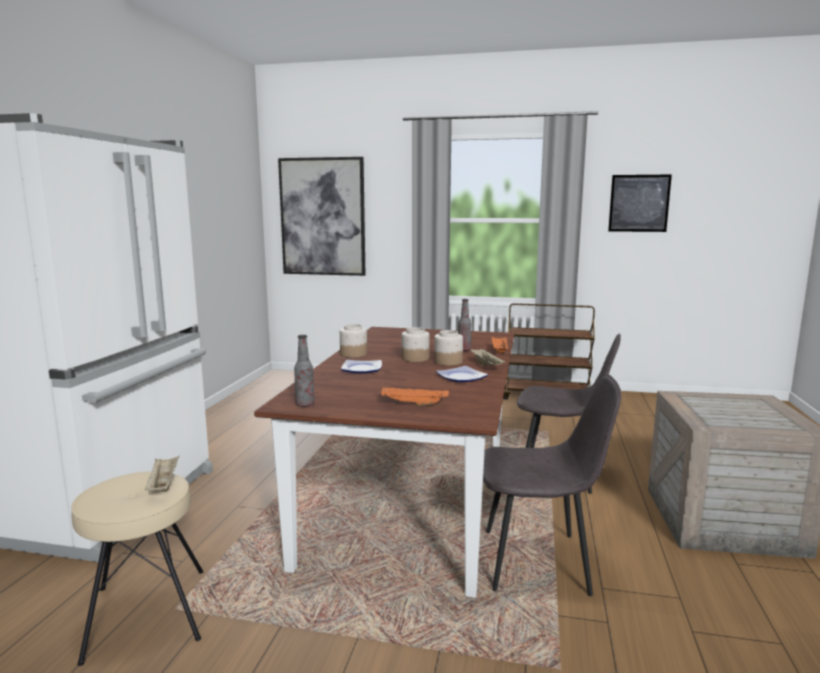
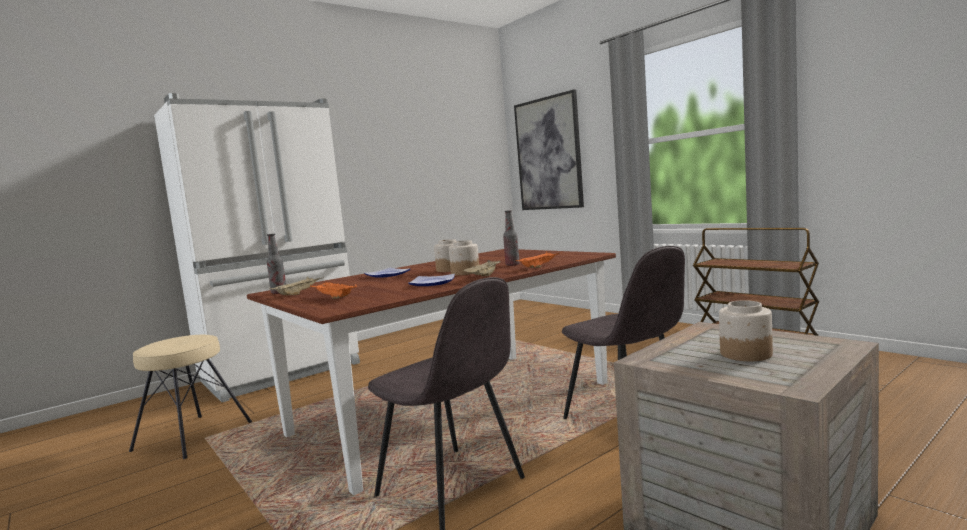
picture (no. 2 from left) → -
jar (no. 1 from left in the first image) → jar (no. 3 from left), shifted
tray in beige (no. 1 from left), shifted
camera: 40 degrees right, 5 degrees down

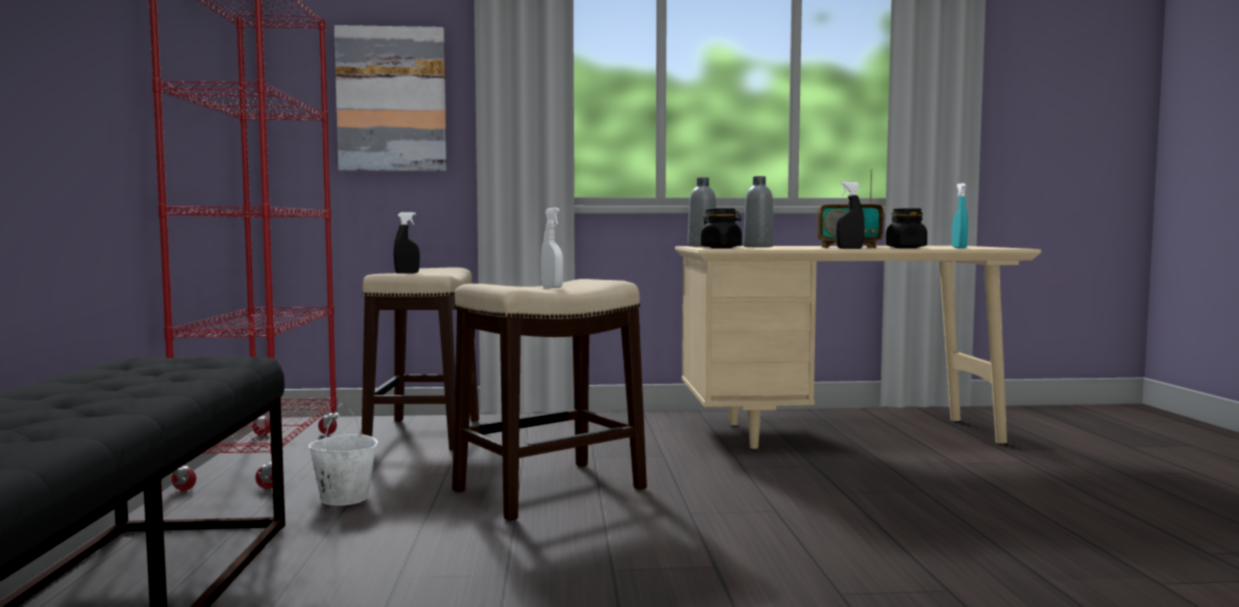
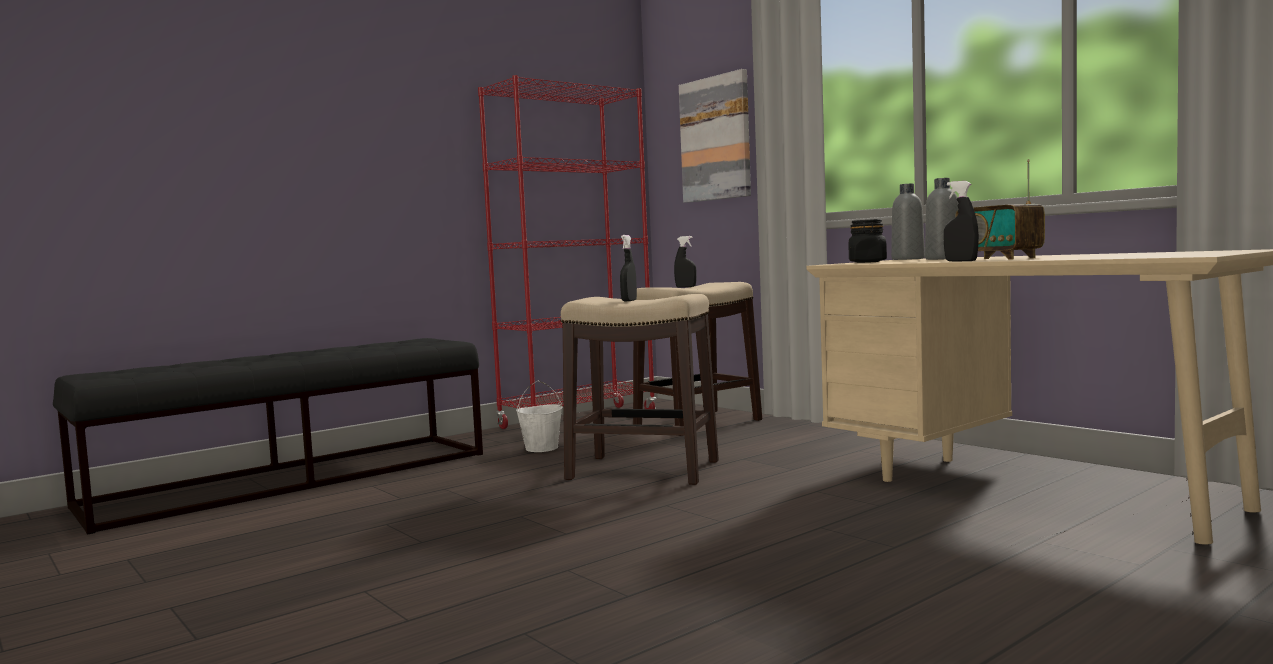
spray bottle in turquoise → -
spray bottle in white → spray bottle in black (no. 1 from left)
jar in black (no. 2 from left) → -
camera: 55 degrees right, 0 degrees up

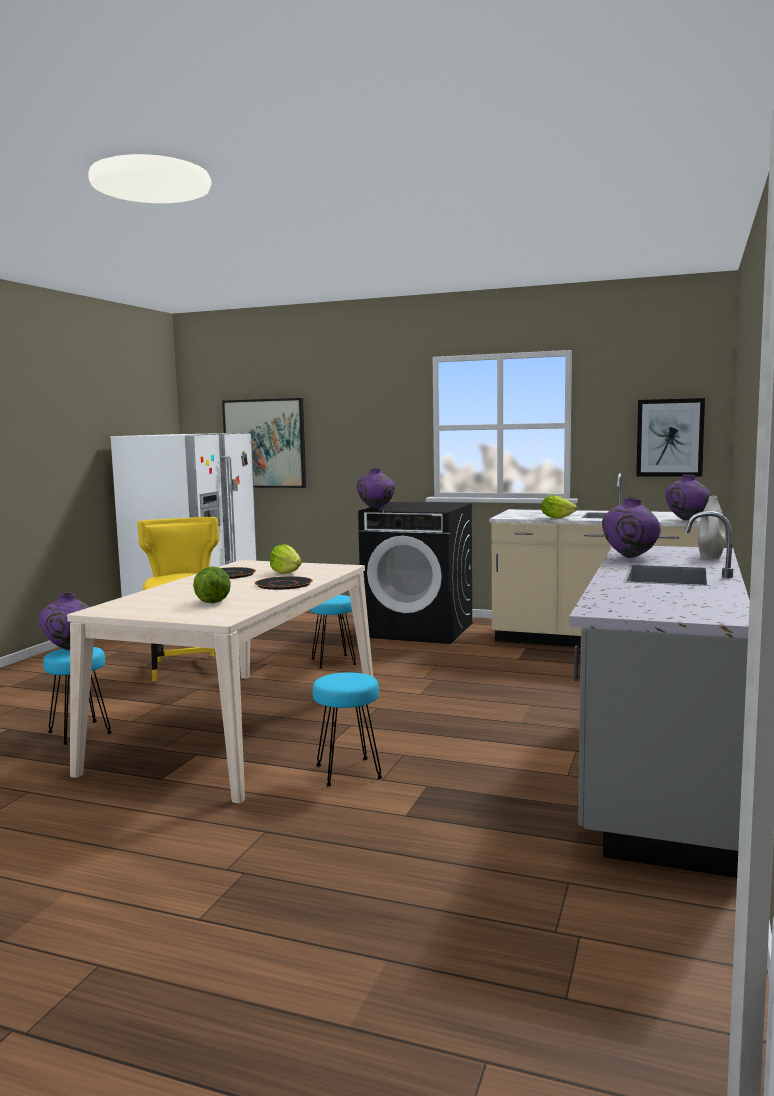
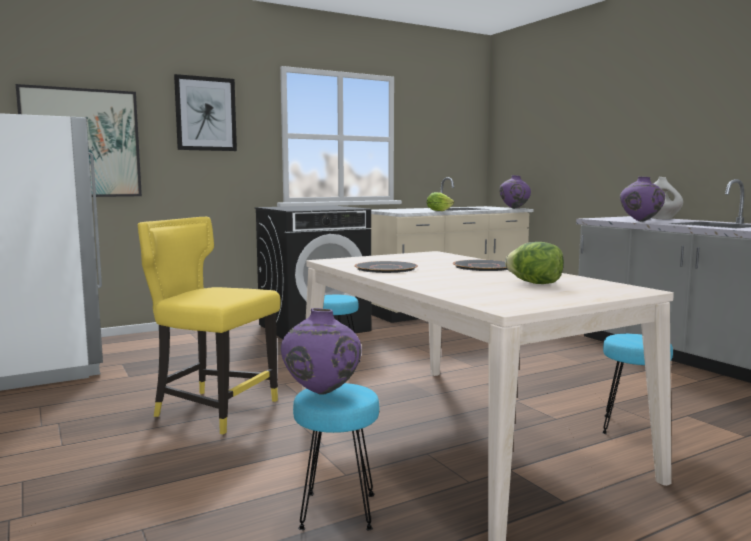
picture (no. 2 from left), shifted
vase in purple (no. 2 from left) → -
lettuce (no. 2 from left) → -
camera: 50 degrees left, 0 degrees up

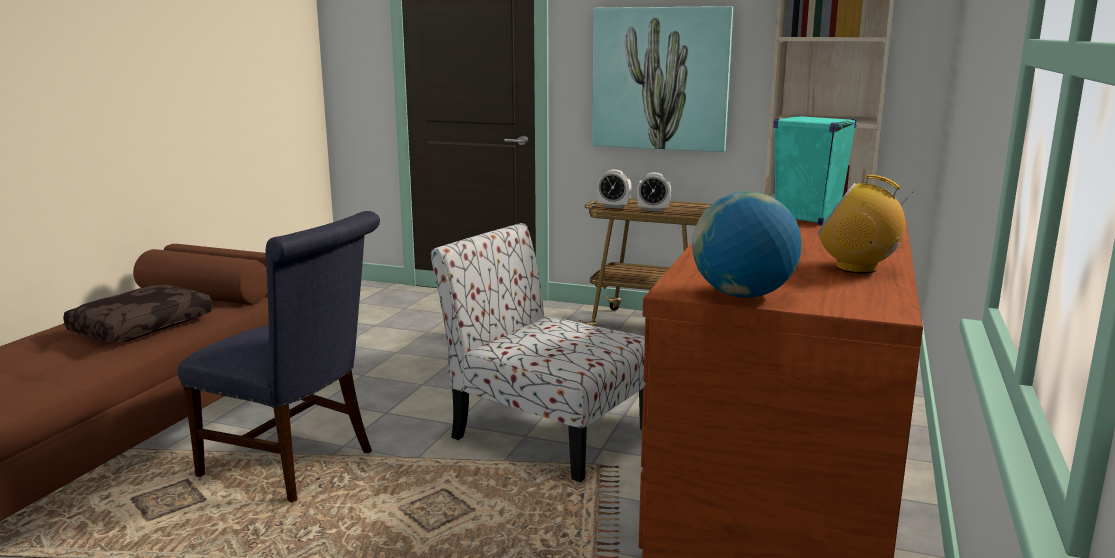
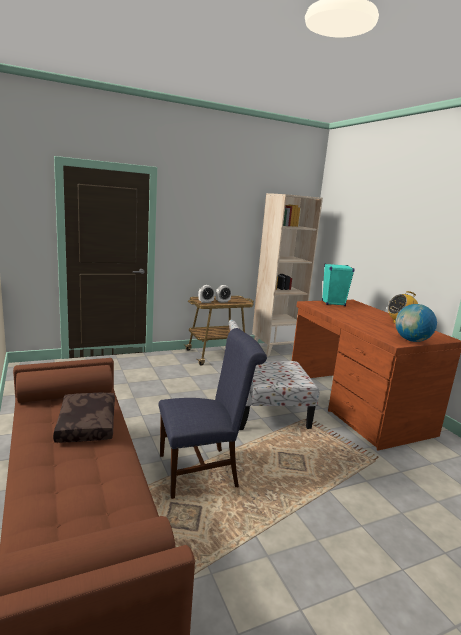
picture → -
camera: 45 degrees left, 0 degrees up

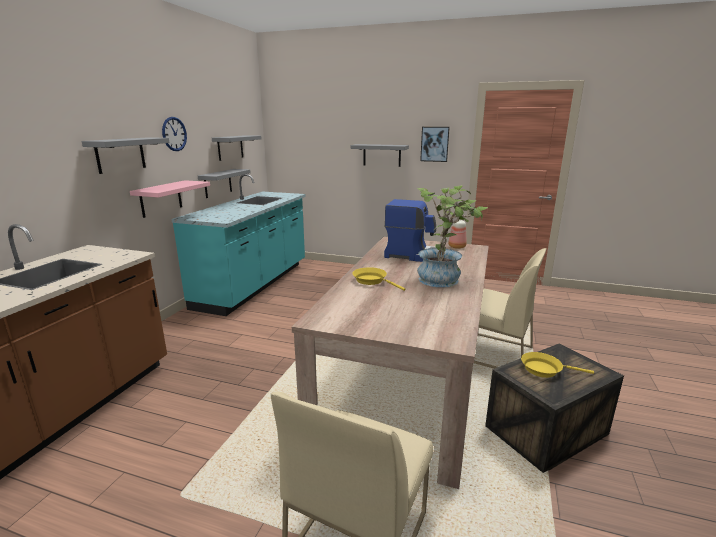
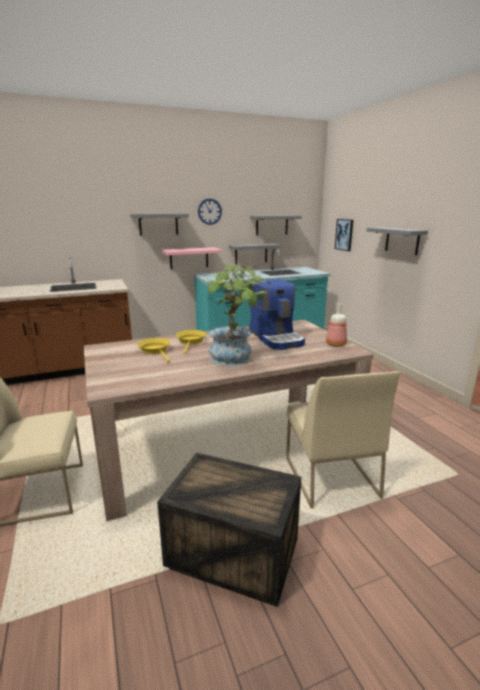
picture, shifted
frying pan in yellow (no. 2 from left in the first image) → frying pan in yellow (no. 1 from left), shifted
camera: 50 degrees right, 0 degrees up

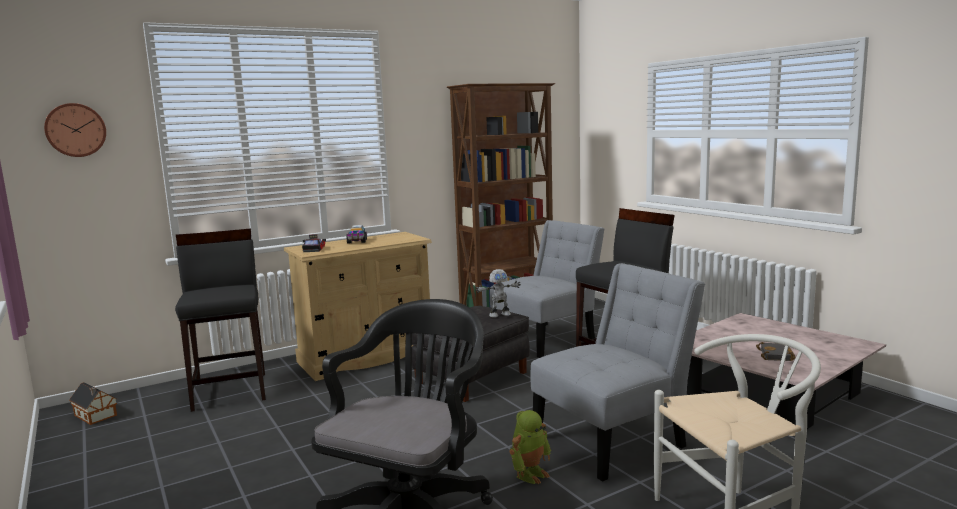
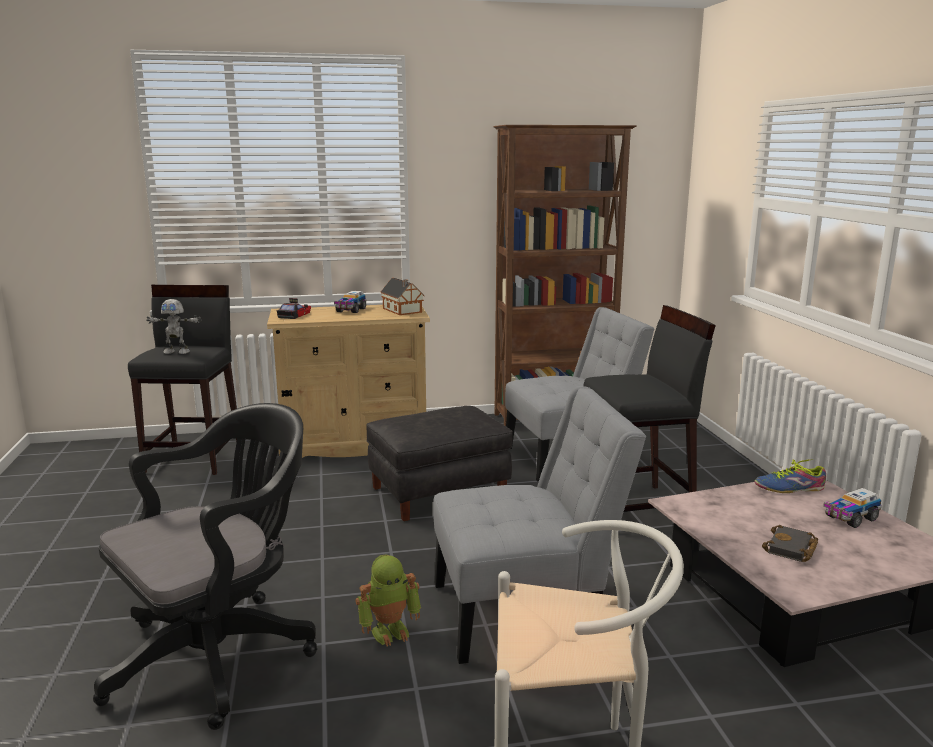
wall clock → -
toy robot (no. 1 from left), shifted
toy house, shifted
- → shoe
- → toy truck (no. 2 from left)
camera: 20 degrees right, 5 degrees up

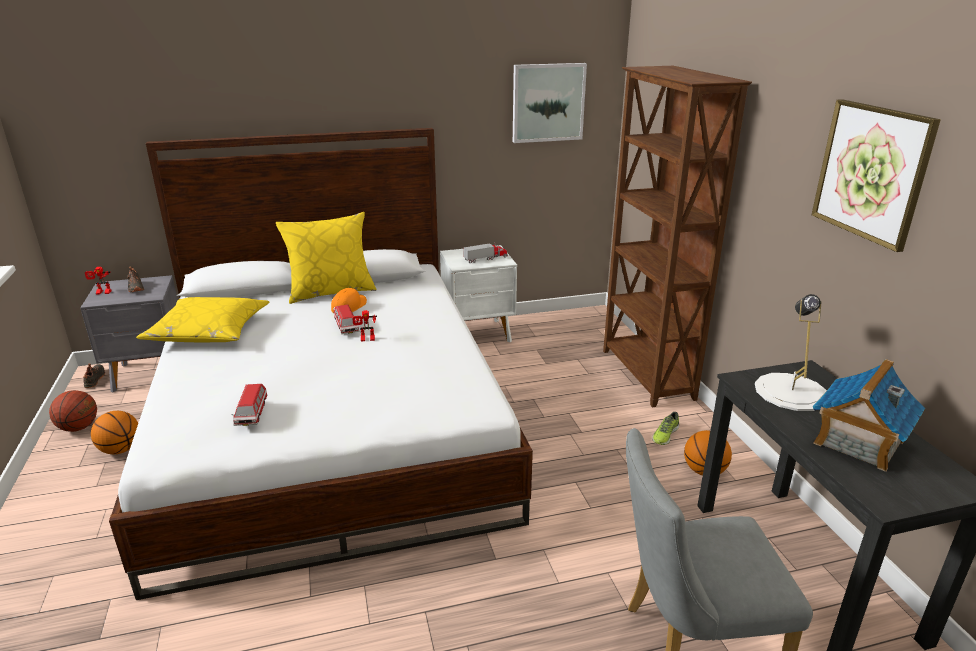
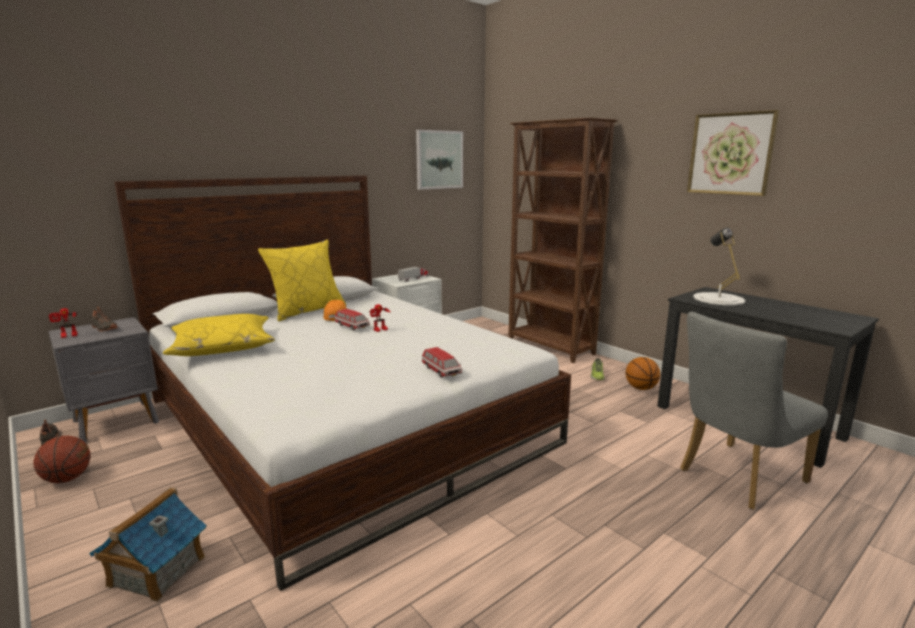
toy house, shifted
toy car (no. 1 from left in the first image) → toy car (no. 2 from left), shifted
basketball (no. 2 from left) → -
camera: 25 degrees left, 10 degrees down

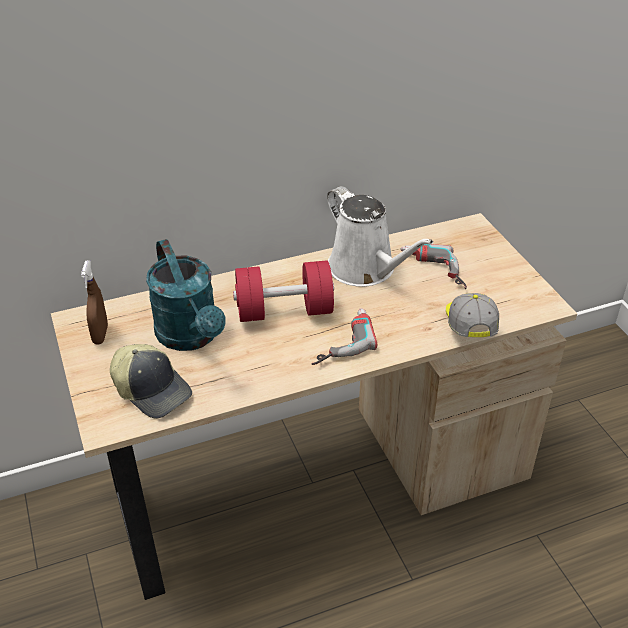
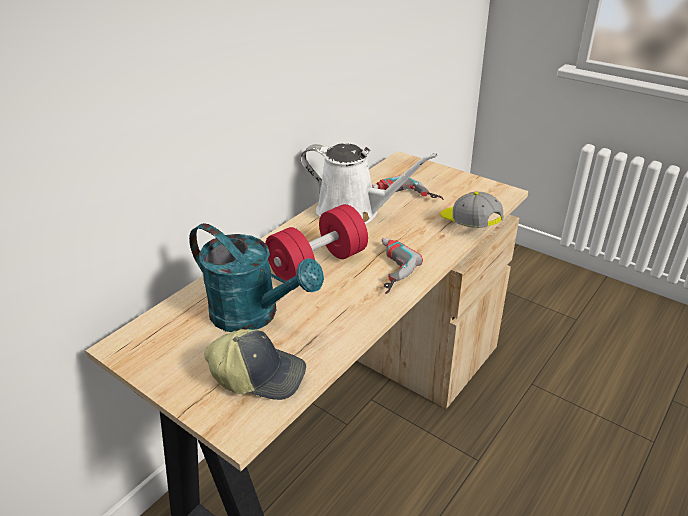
spray bottle in brown → -
camera: 30 degrees left, 5 degrees down

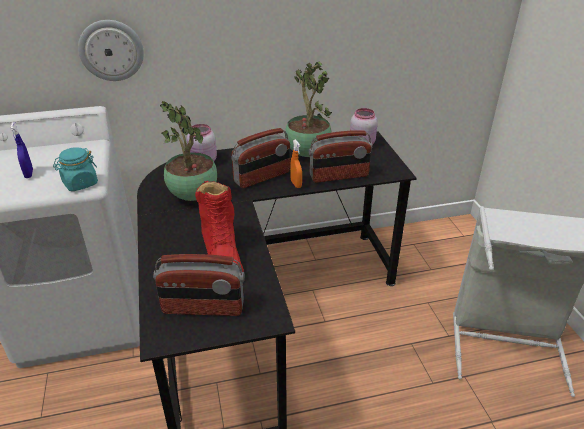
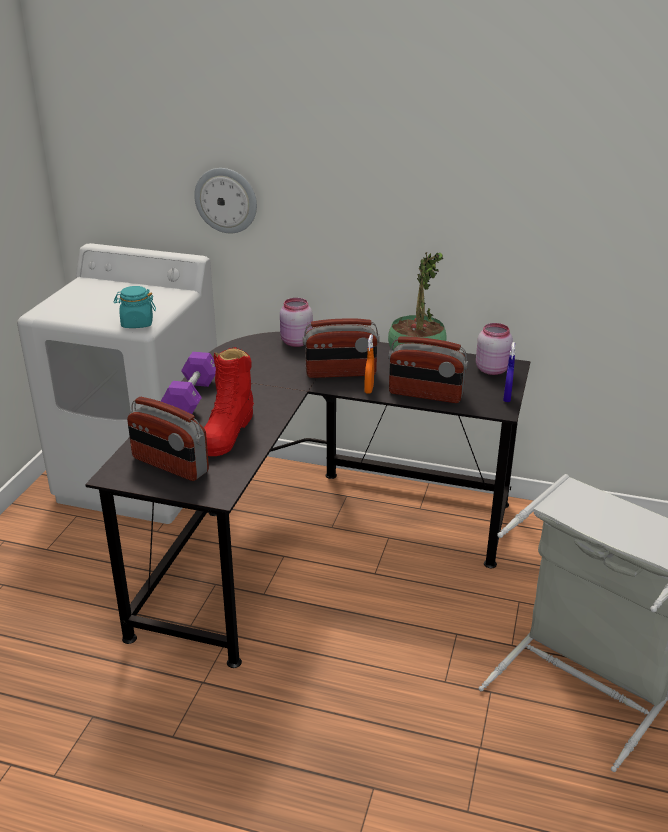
potted plant (no. 1 from left) → -
spray bottle in blue, shifted
- → dumbbell in purple
camera: 30 degrees right, 5 degrees down

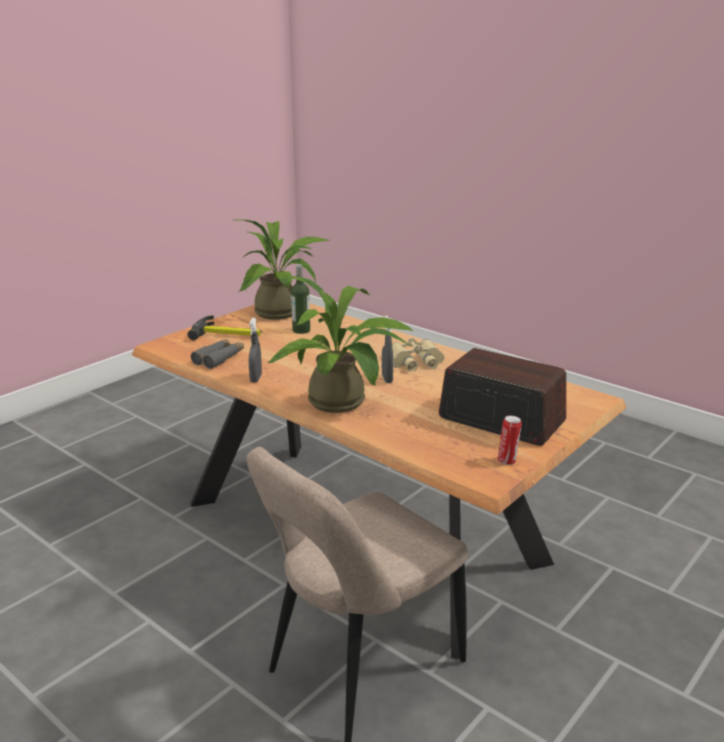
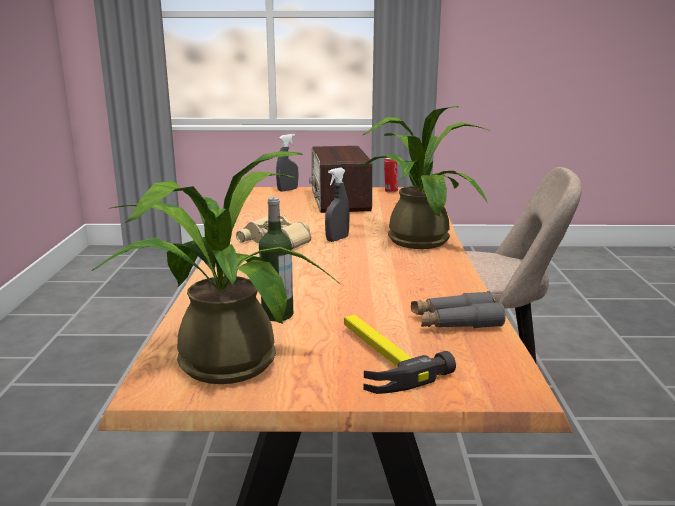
spray bottle in grey (no. 1 from left), shifted
camera: 130 degrees left, 5 degrees down

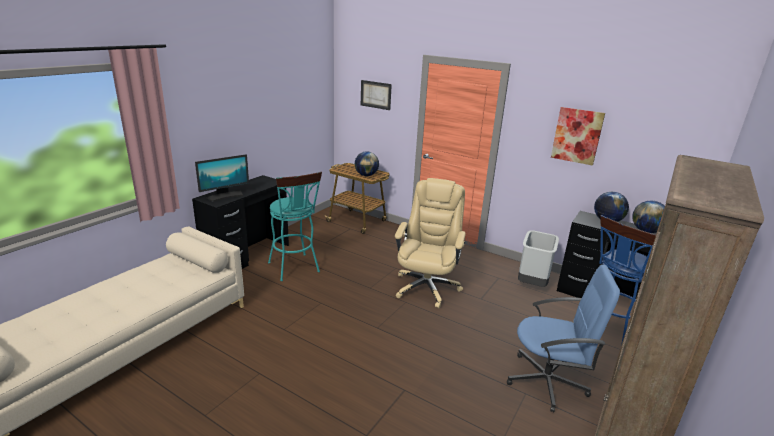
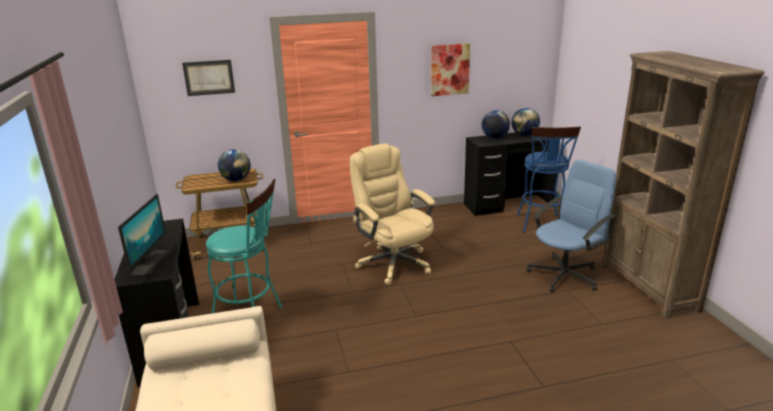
trash can in grey → -
camera: 45 degrees left, 0 degrees up

